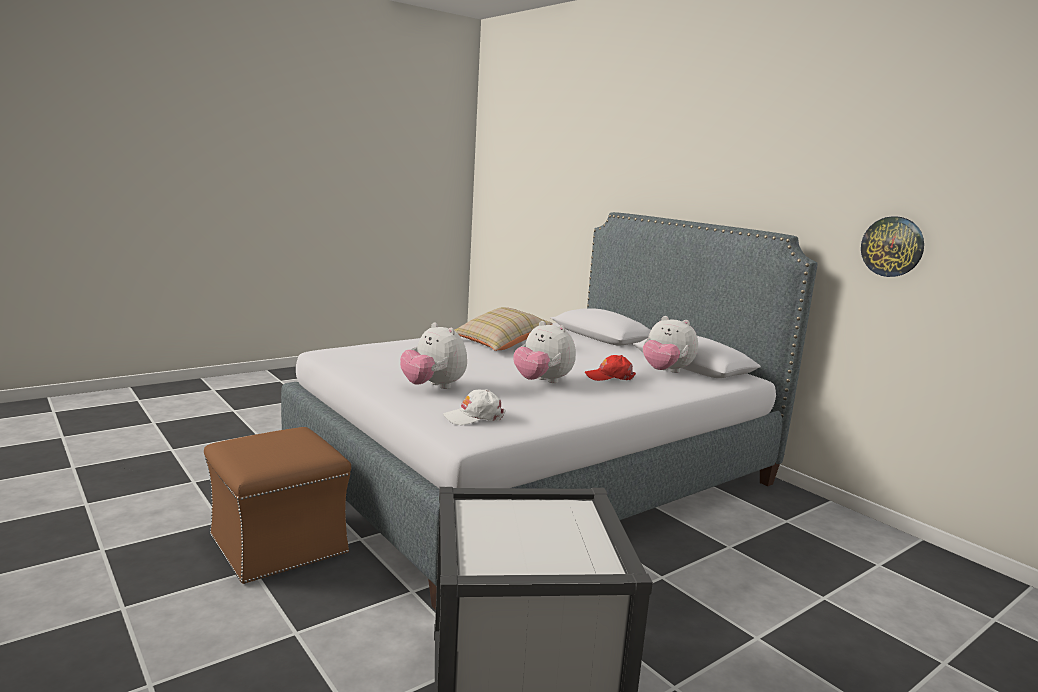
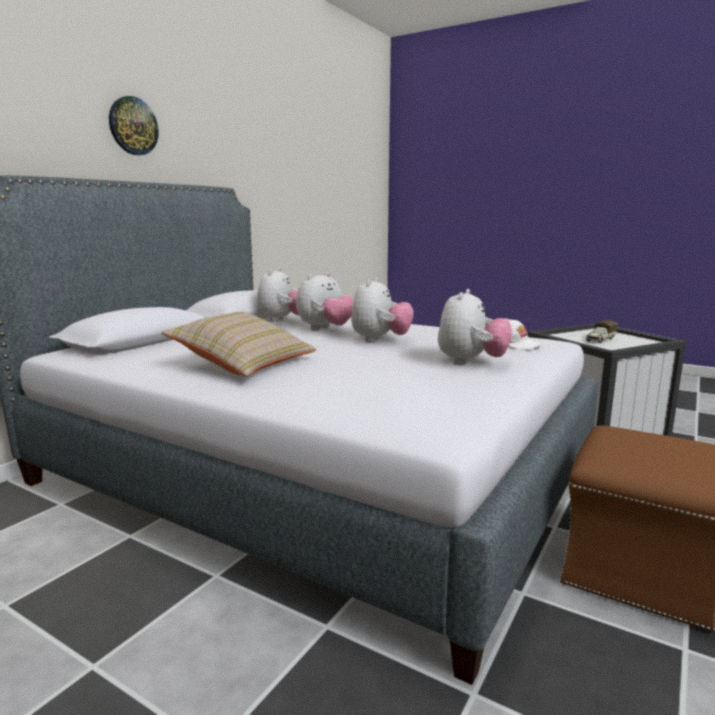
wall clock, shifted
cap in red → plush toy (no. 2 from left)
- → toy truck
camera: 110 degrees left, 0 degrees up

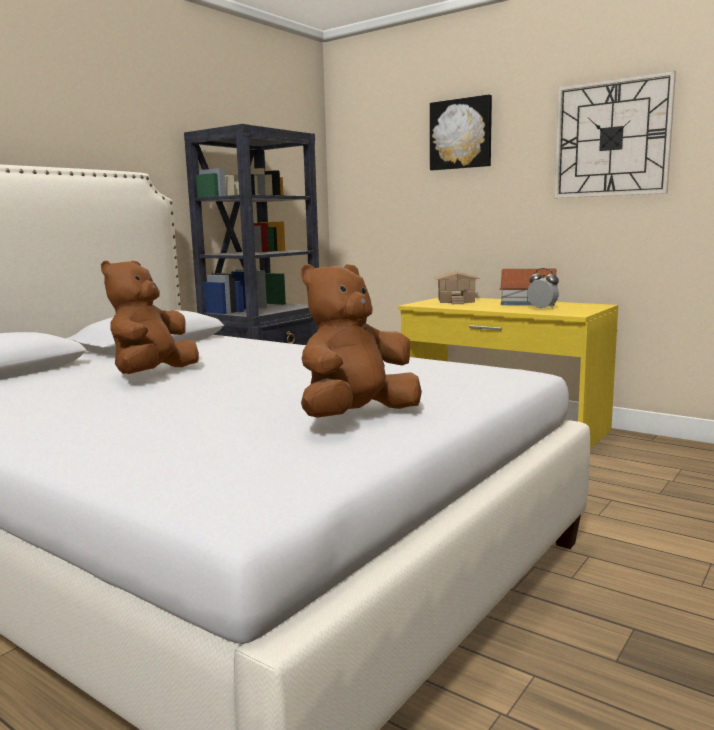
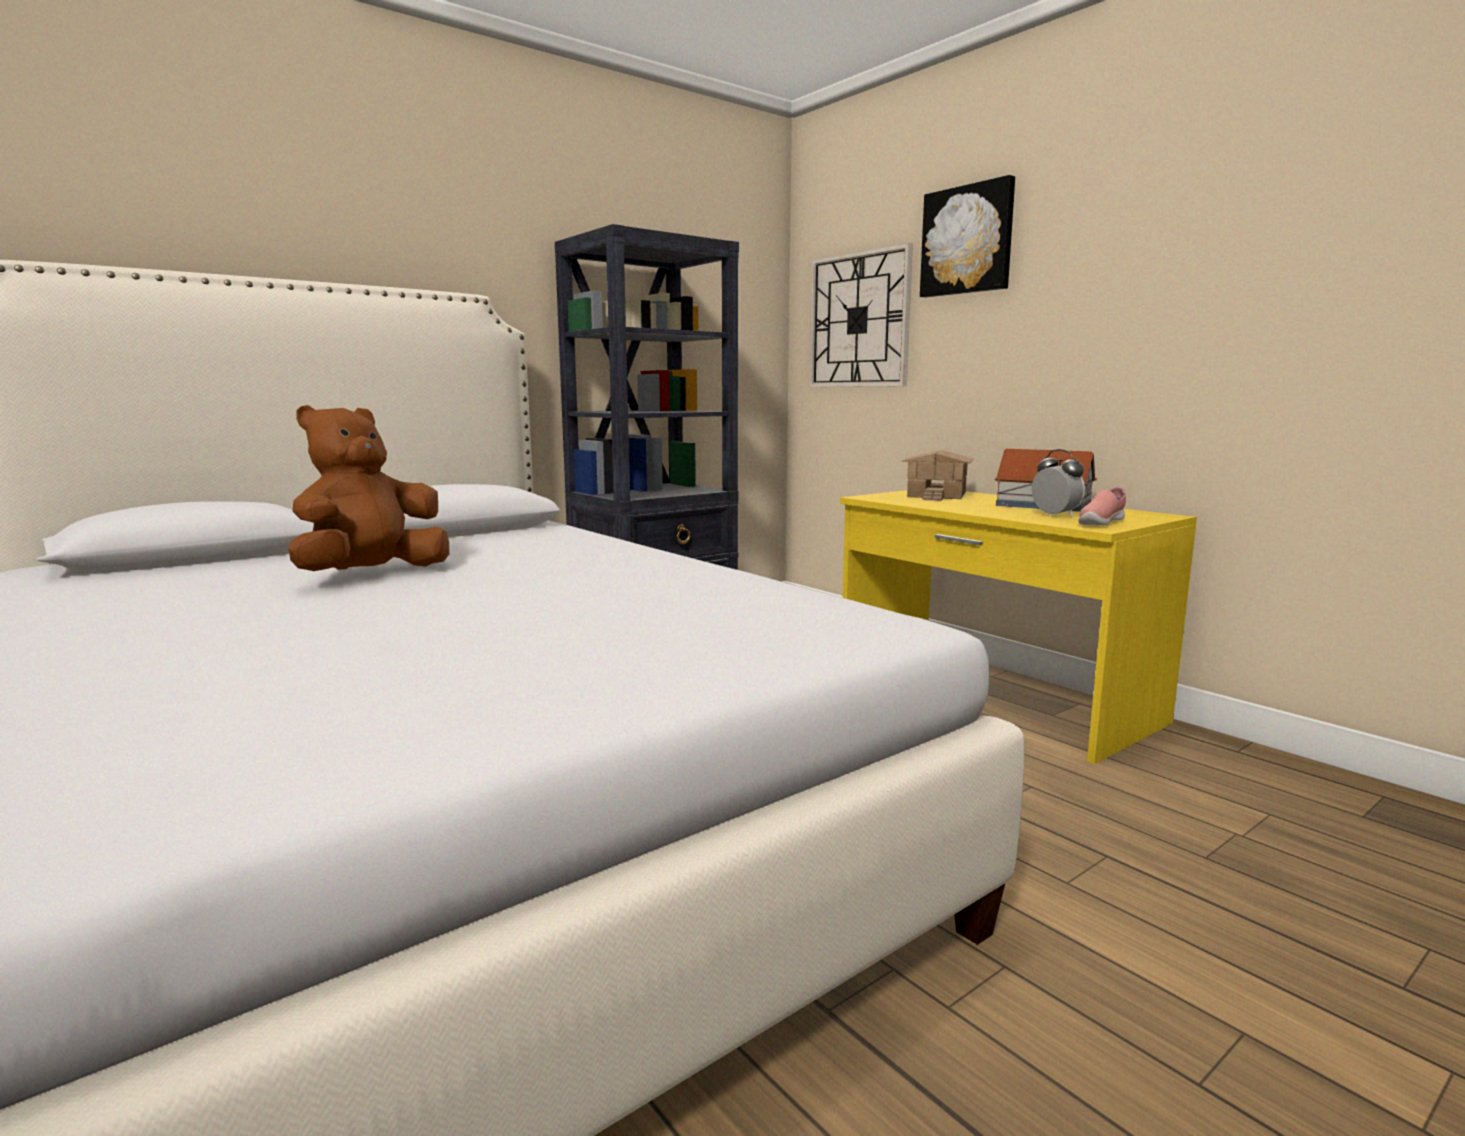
wall clock, shifted
plush toy in brown (no. 2 from left) → -
- → shoe in pink
camera: 15 degrees right, 0 degrees up

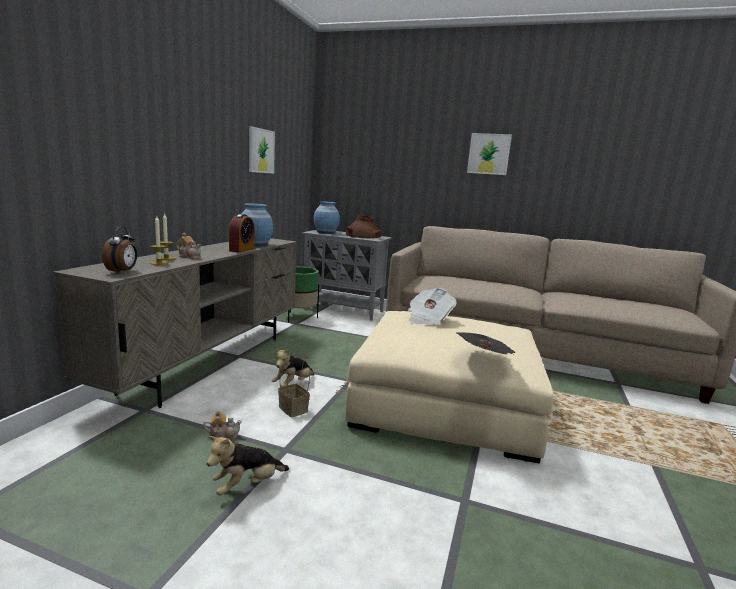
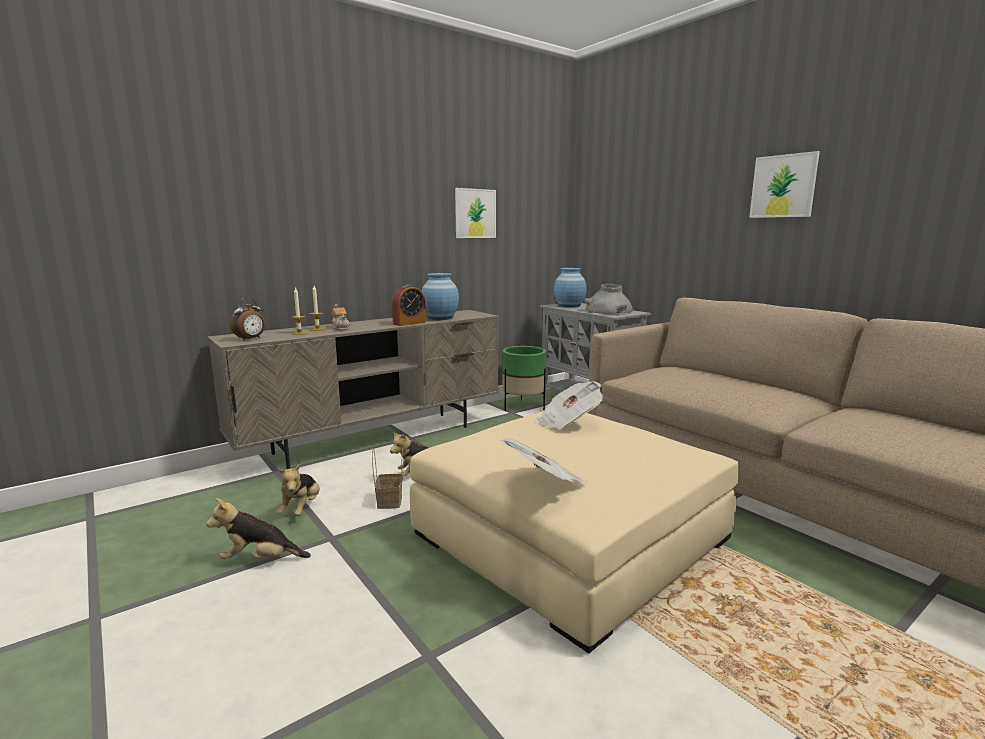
vase in brown → vase in grey
teapot (no. 2 from left) → plush toy (no. 2 from left)
camera: 35 degrees right, 0 degrees up

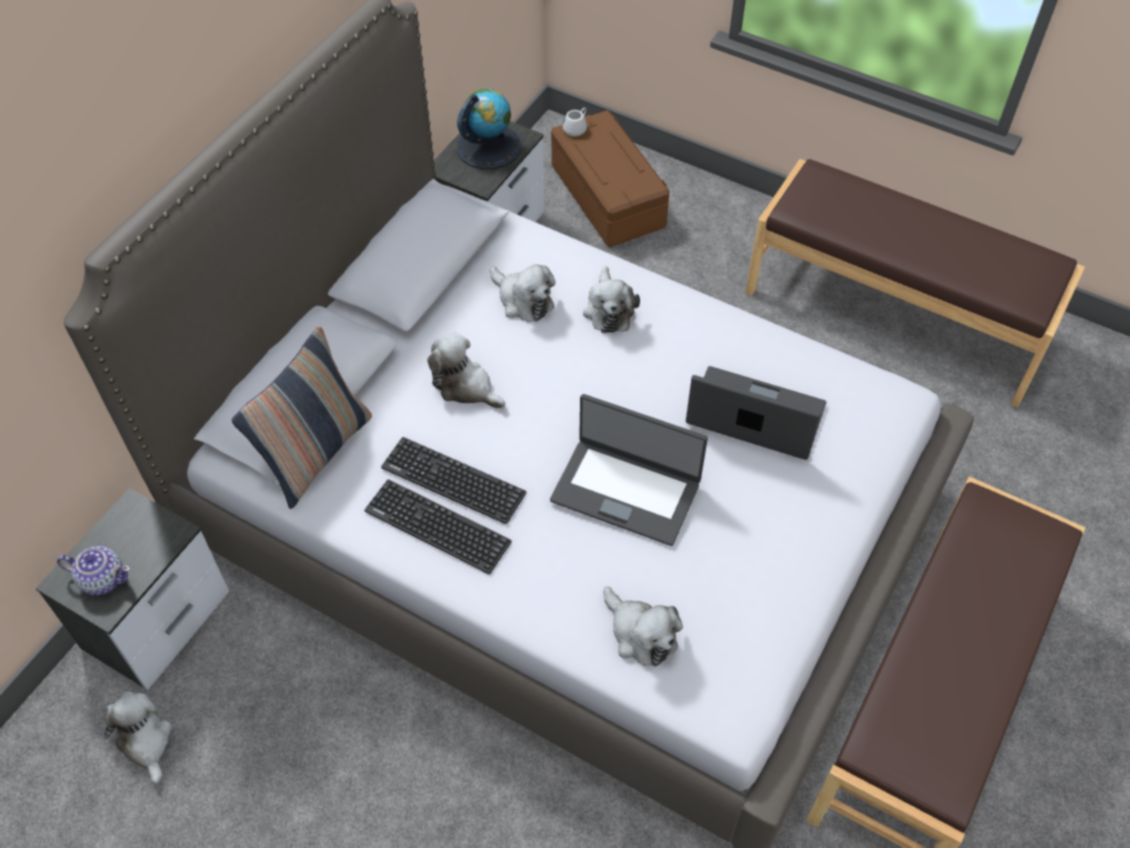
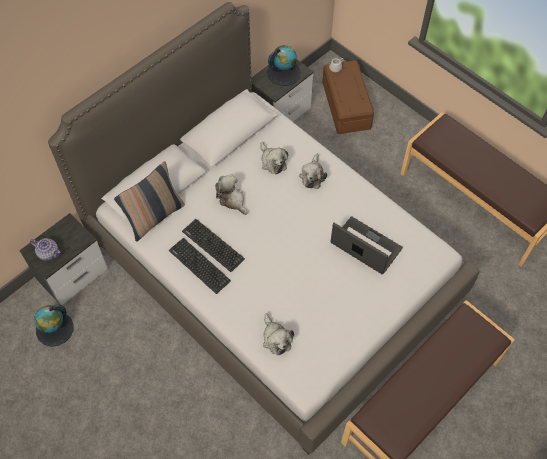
laptop (no. 1 from left) → -
plush toy (no. 1 from left) → globe (no. 1 from left)
camera: 15 degrees right, 5 degrees up

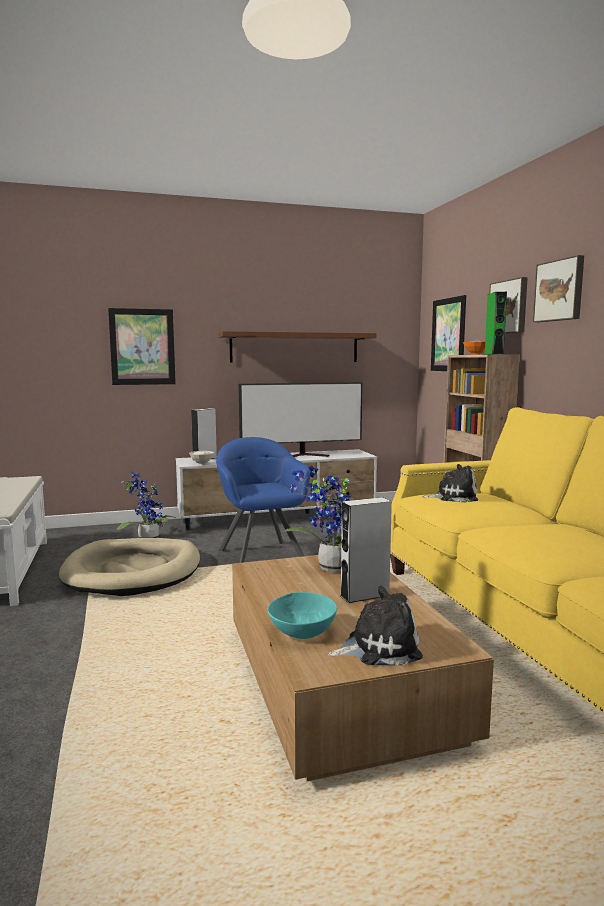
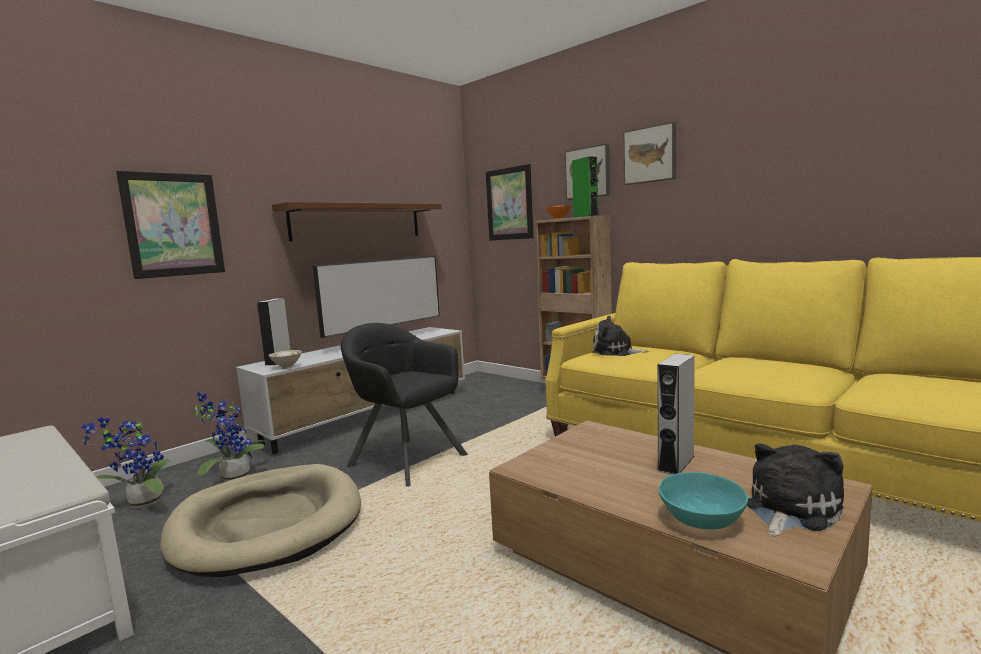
armchair in blue → armchair in black
plush toy (no. 2 from left in the first image) → plush toy (no. 1 from left), 135 degrees counterclockwise
potted plant (no. 2 from left in the first image) → potted plant (no. 1 from left), shifted
camera: 30 degrees left, 0 degrees up

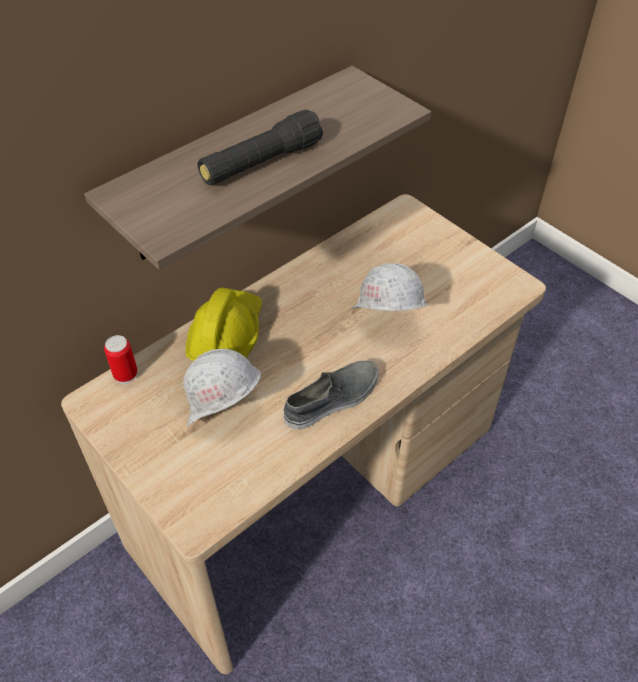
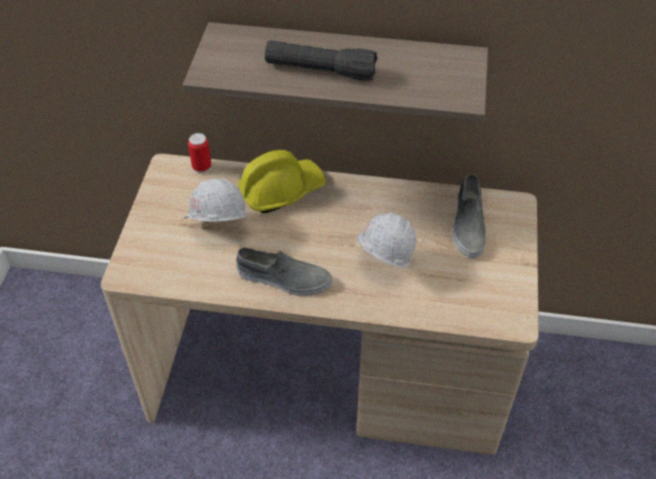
- → shoe in grey (no. 2 from left)
camera: 50 degrees right, 0 degrees up

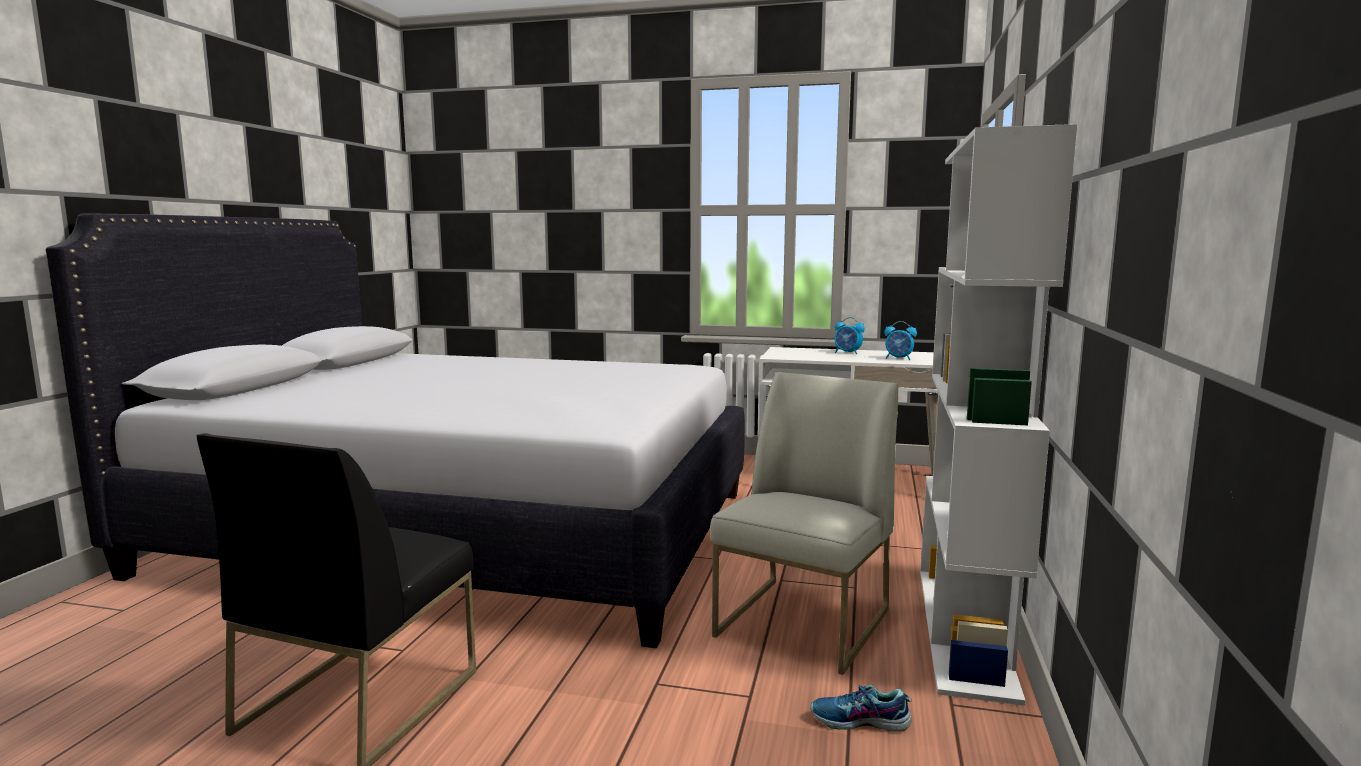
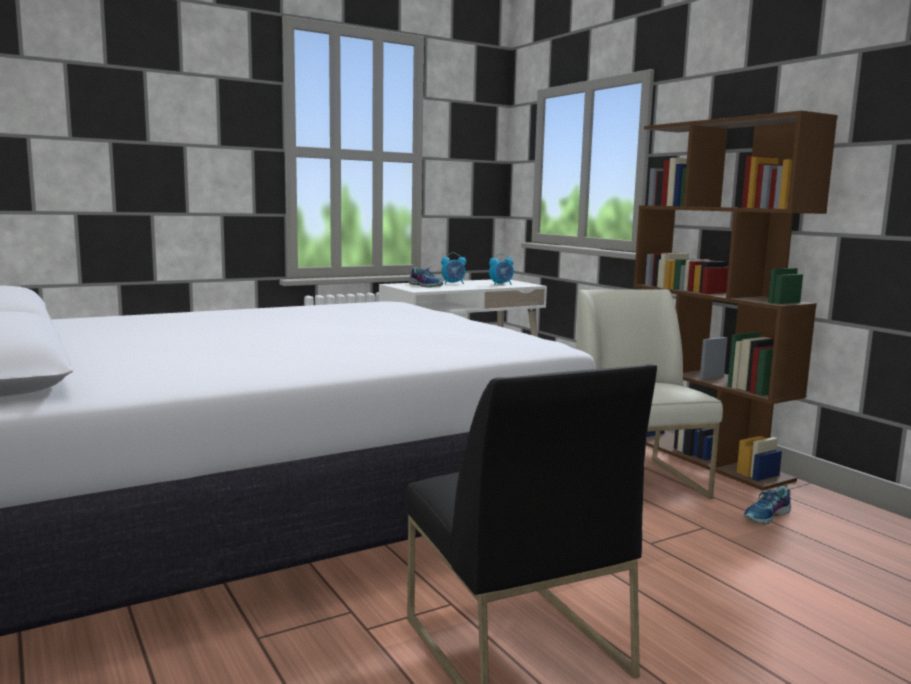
bookcase in white → bookcase in brown
- → shoe (no. 1 from left)
camera: 45 degrees left, 0 degrees up

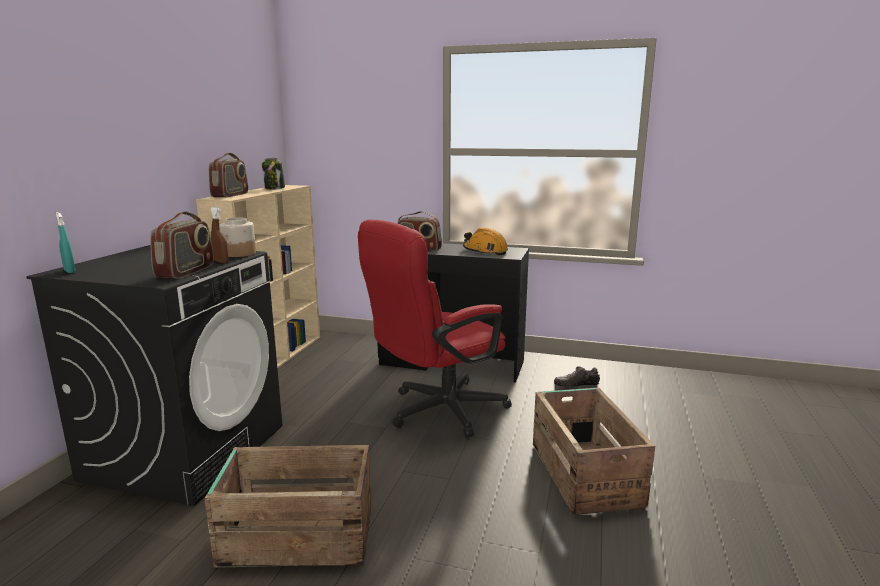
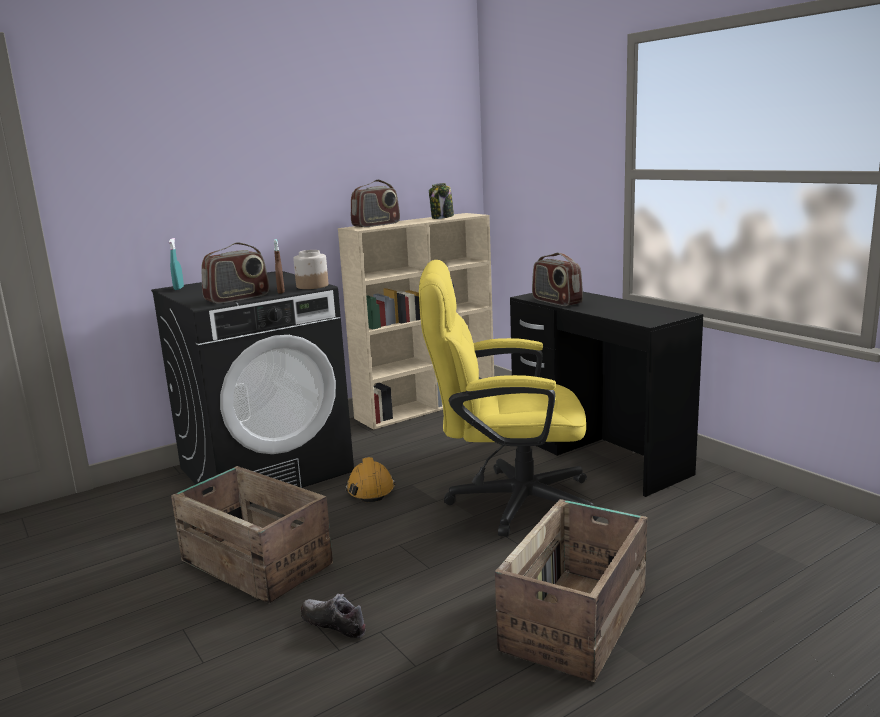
office chair in red → office chair in yellow
hard hat in orange, shifted
shoe, shifted
camera: 40 degrees right, 0 degrees up

